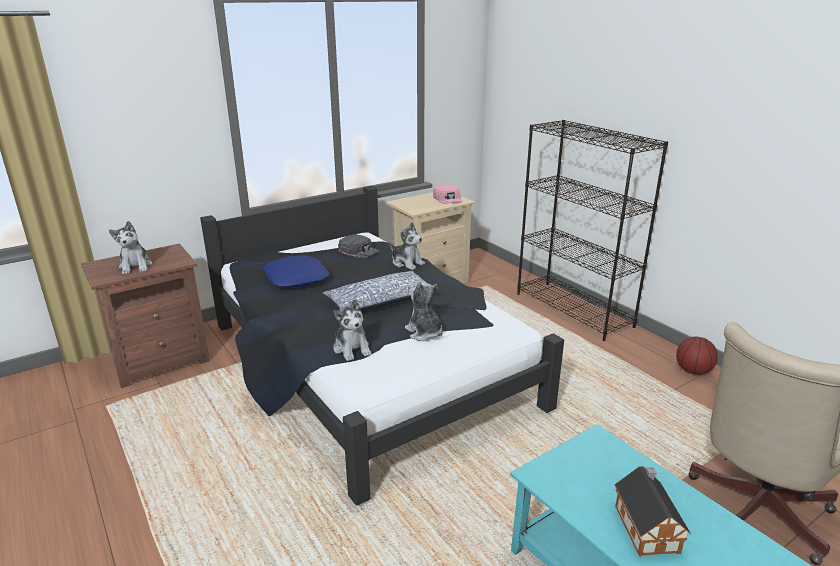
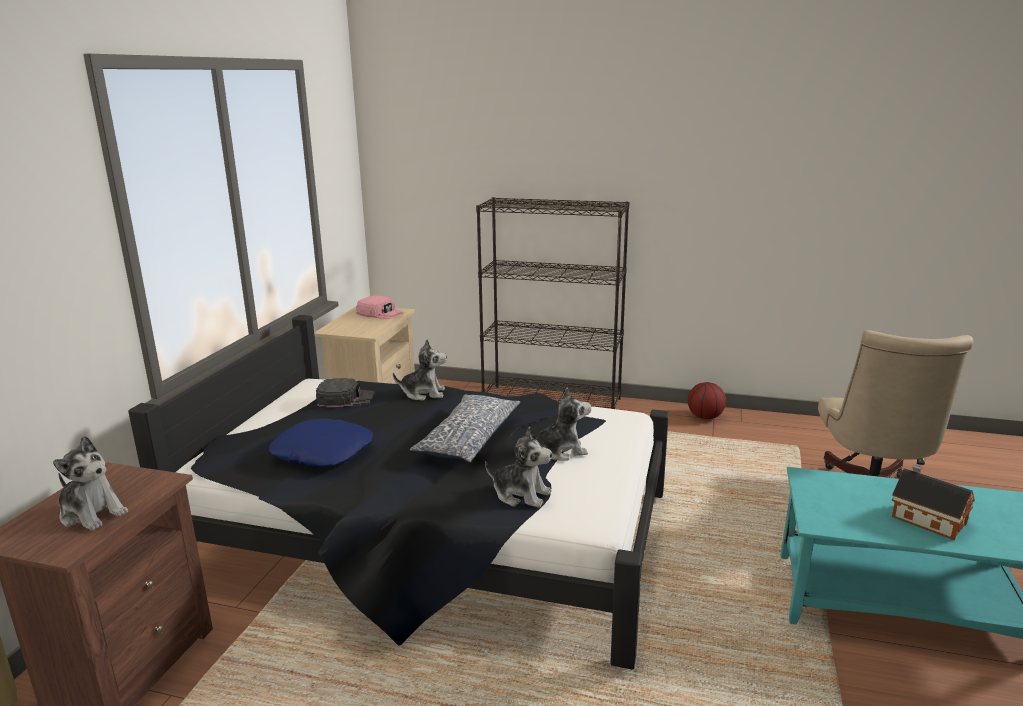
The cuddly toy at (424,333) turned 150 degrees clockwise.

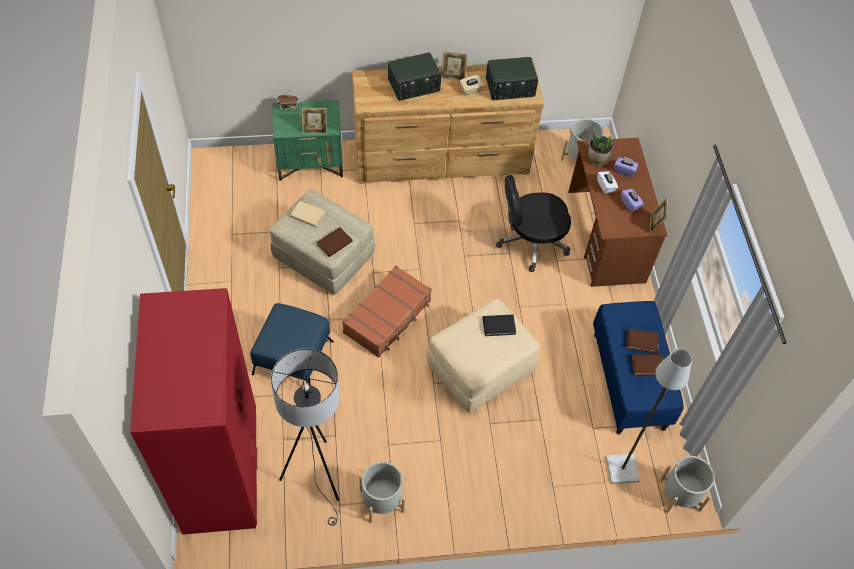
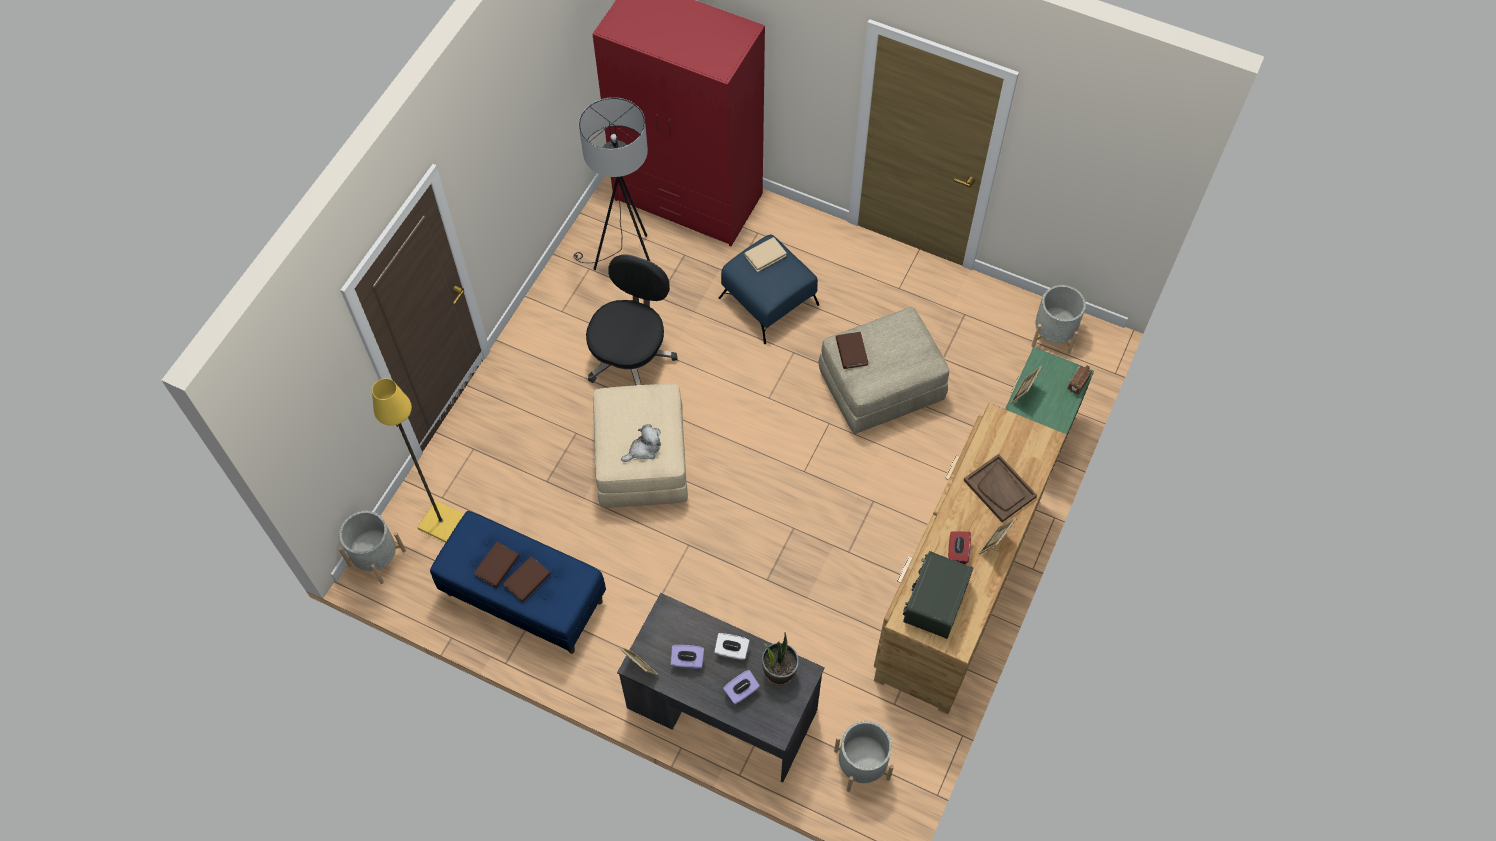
The piece of luggage/brownish at (388,317) disappeared. The bound book/beige moved from (307,215) to (765,255). The planter/greyish moved from (382,501) to (1053,334). The office chair/black moved from (531,242) to (631,356). The radio at (414,86) was replaced by the carrying tray/brownish at (1000,489). The bound book/black at (498,326) was replaced by the cuddly toy at (644,449). The tissue box/beige at (471,90) became the tissue box/reddish at (957,552). The desk/brownish at (605,236) became the desk/greyish at (722,709). The standing lamp/greyish at (622,469) became the standing lamp/yellowish at (440,522).

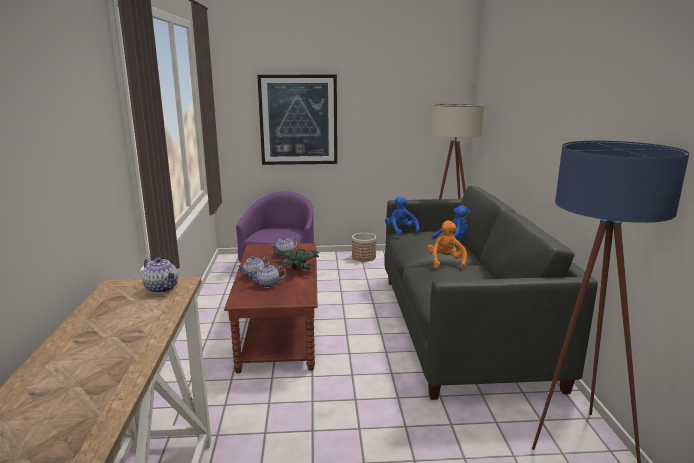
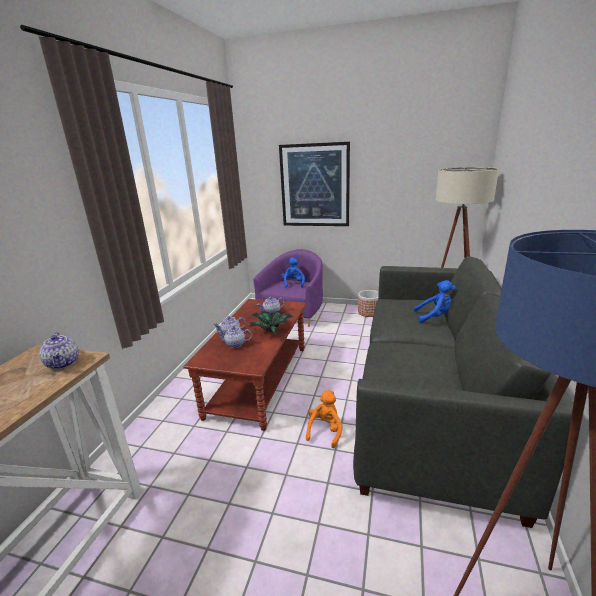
The cuddly toy/bluish moved from (400,231) to (293,284). The cuddly toy/orange moved from (445,263) to (325,431).

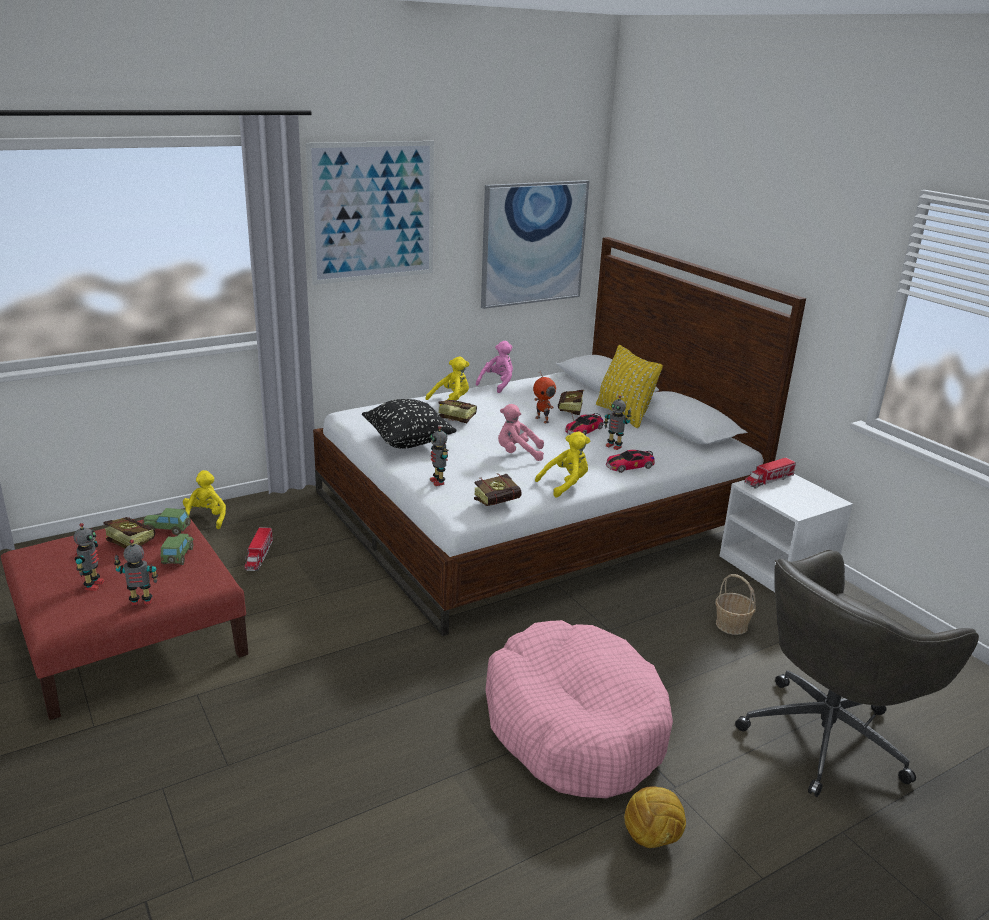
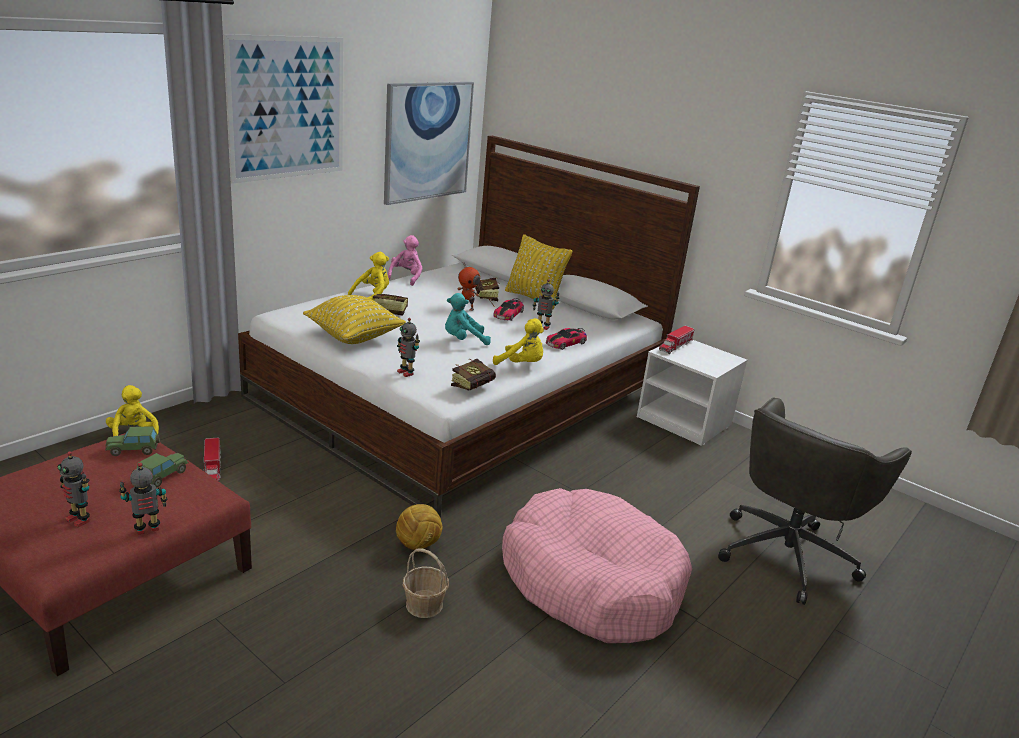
The bound book at (128,542) disappeared. The football moved from (652,838) to (418,545). The basket moved from (731,625) to (424,605). The pillow/black at (408,441) became the pillow/yellowish at (354,337). The cuddly toy/pink at (517,454) became the cuddly toy/turquoise at (463,340). The robot figure at (93,585) turned 135 degrees clockwise. The model car at (178,556) turned 45 degrees clockwise. The cuddly toy/yellowish at (565,485) turned 75 degrees clockwise.

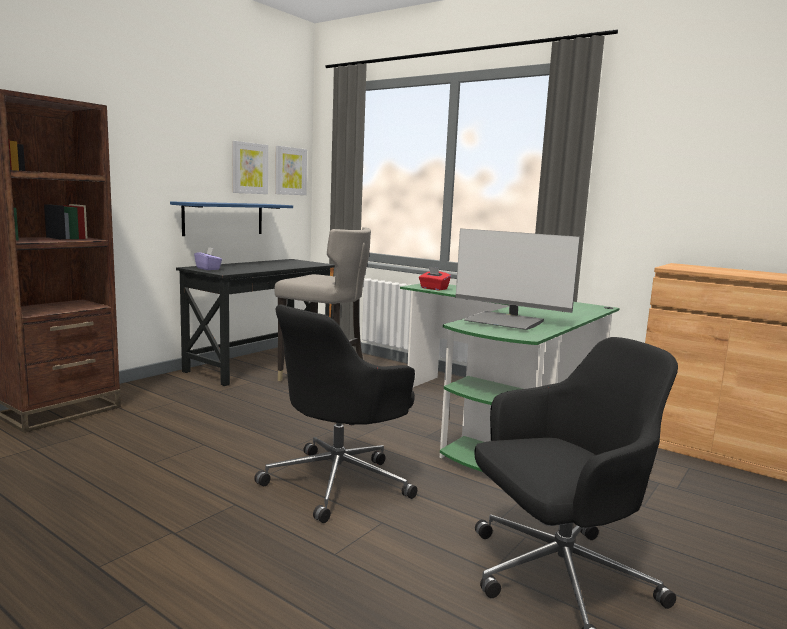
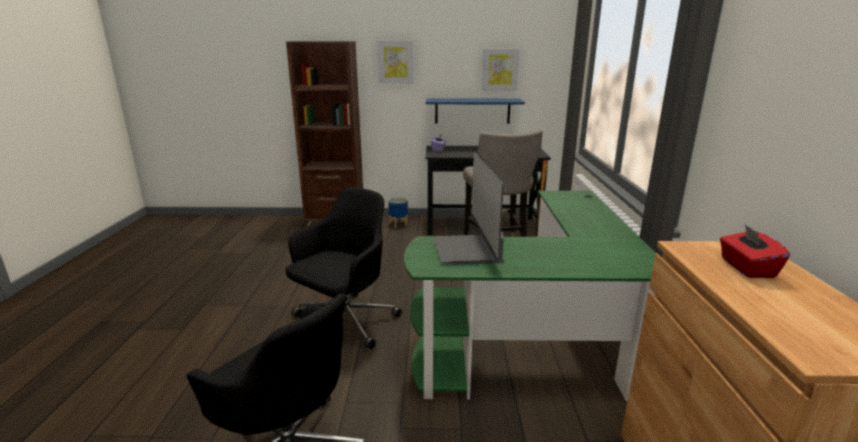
The planter at (398,224) appeared. The wall picture moved from (290,171) to (395,62). The tissue box/reddish moved from (433,288) to (746,268). The office chair/black at (339,481) turned 120 degrees clockwise.

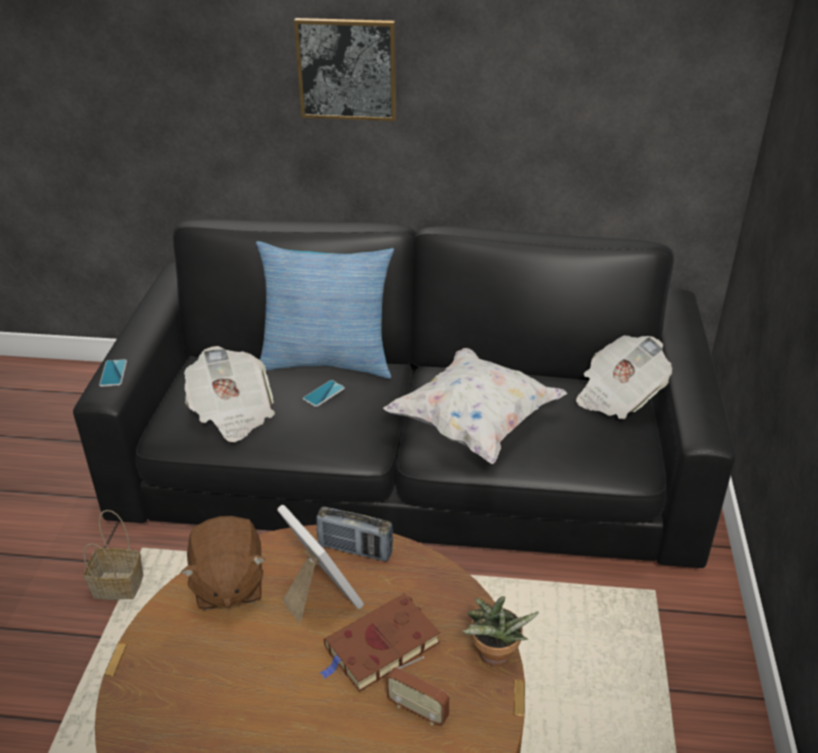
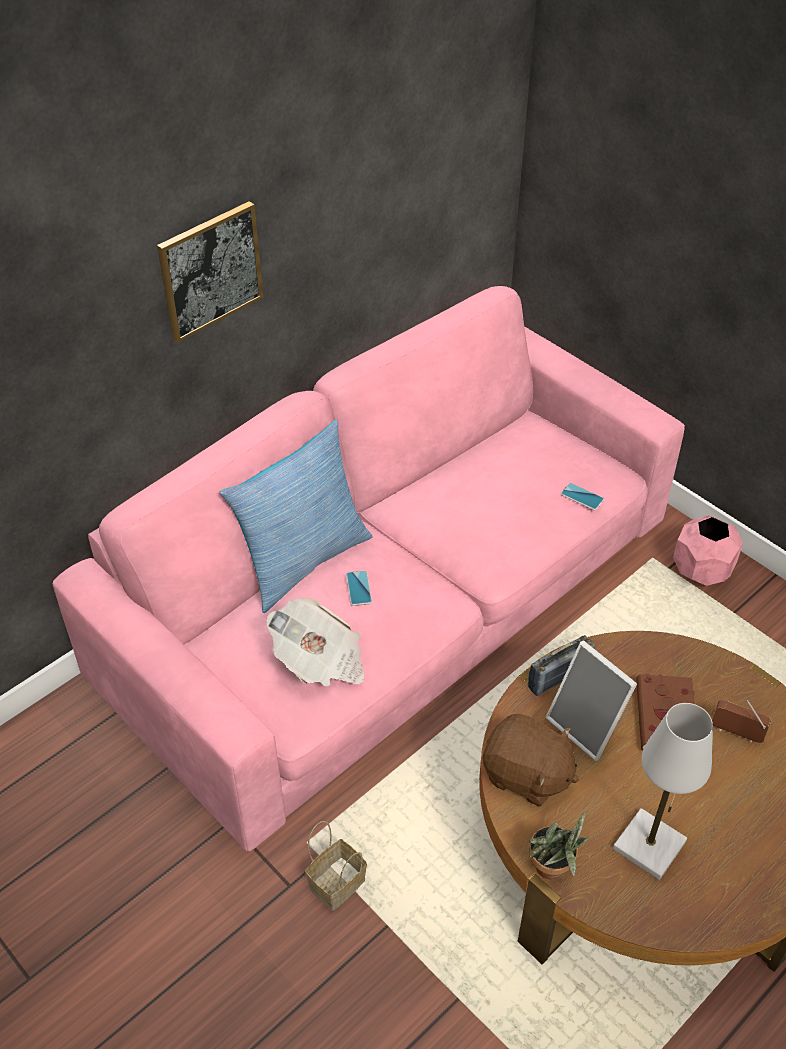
The pillow/whitish at (475,424) disappeared. The printed paper at (618,395) disappeared. The tabletop lamp/whitish at (649,845) appeared. The planter/pink at (700,570) appeared. The phone moved from (113,373) to (582,497). The houseplant moved from (493,658) to (553,870). The sofa/black at (409,463) became the sofa/pink at (392,601). The standing frame at (319,595) turned 135 degrees counterclockwise. The radio at (417,710) turned 135 degrees counterclockwise.

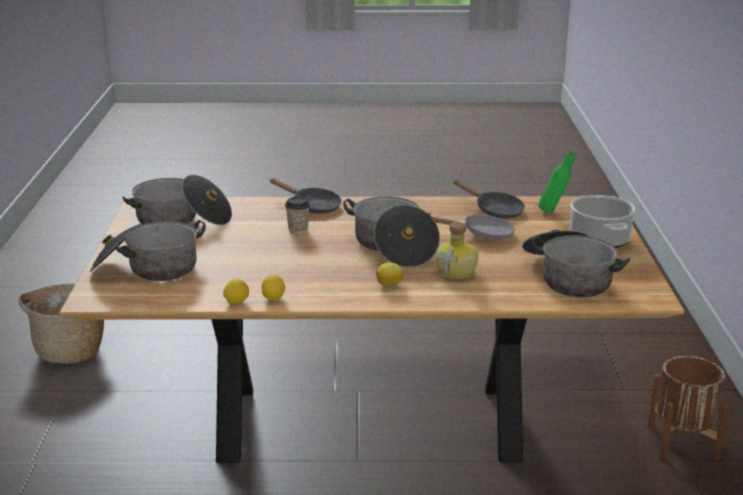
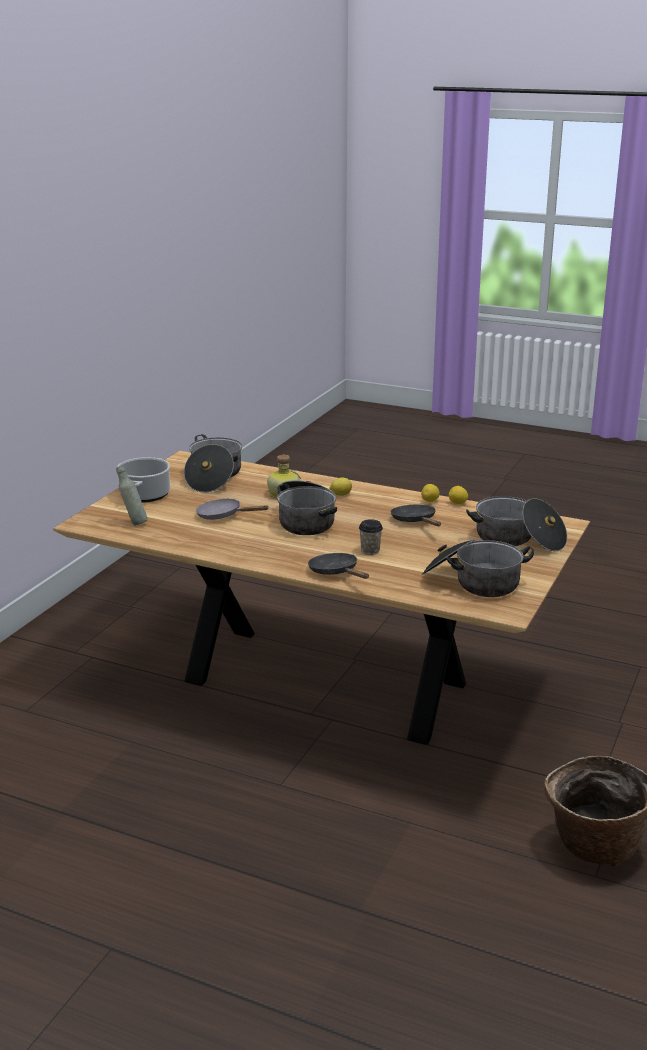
The planter/brownish at (682,442) disappeared. The skillet/black moved from (495,210) to (415,521). The beverage bottle/green-coloured at (554,212) became the beverage bottle/greyish at (133,523).

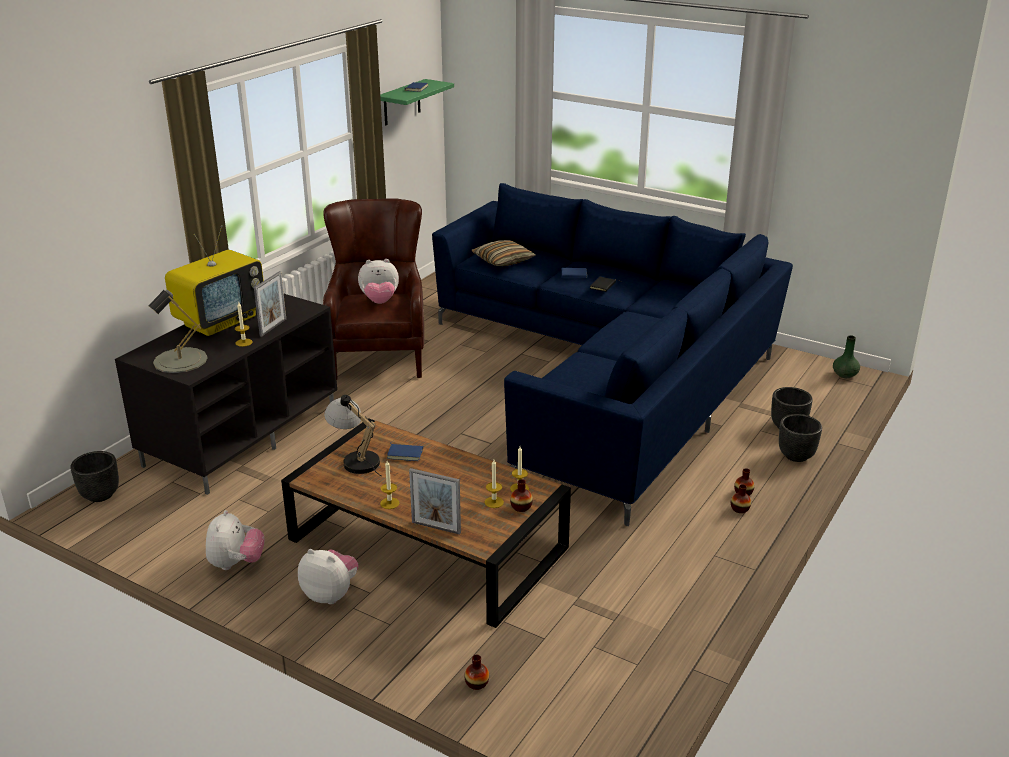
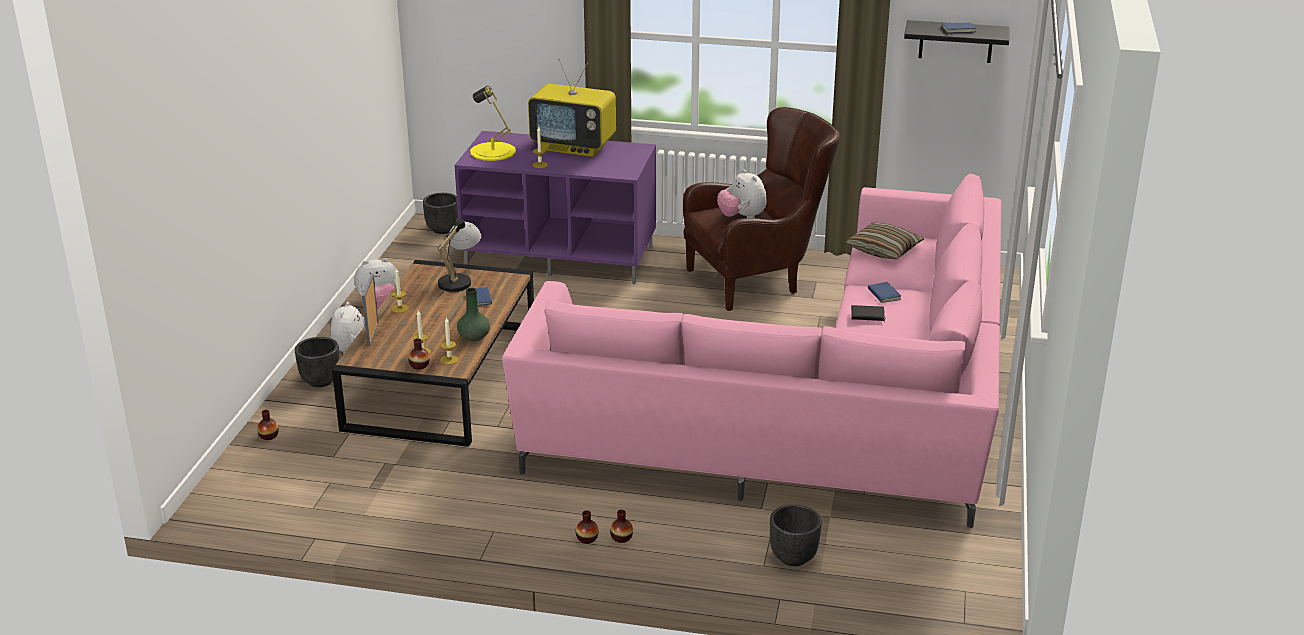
The standing frame at (273,327) disappeared. The planter/black moved from (796,456) to (320,381). The flower vase/green-coloured moved from (844,374) to (474,337). The media console/black at (242,435) became the media console/purplish at (561,256). The tabletop lamp/greyish at (180,360) became the tabletop lamp/yellowish at (492,151). The bracket shelf/green-coloured at (402,102) became the bracket shelf/black at (956,41). The sofa/bluish at (610,377) became the sofa/pink at (819,418).

